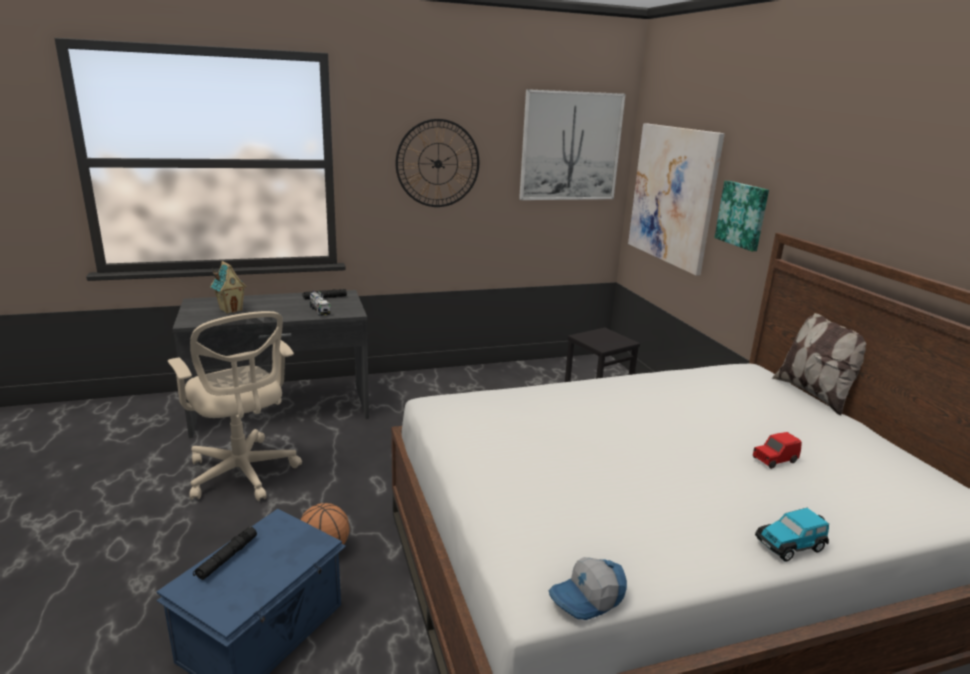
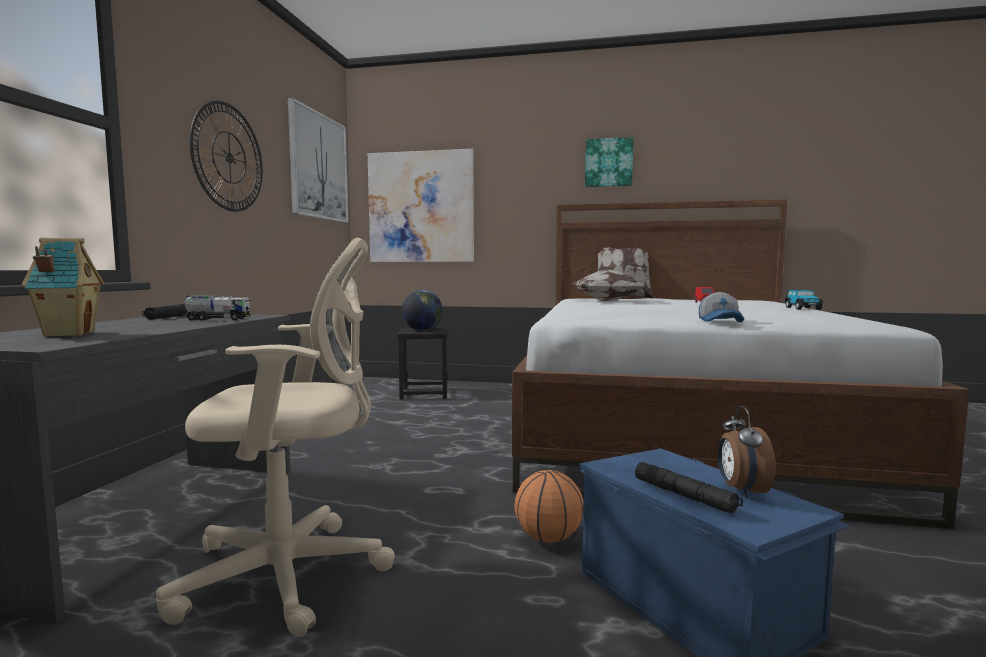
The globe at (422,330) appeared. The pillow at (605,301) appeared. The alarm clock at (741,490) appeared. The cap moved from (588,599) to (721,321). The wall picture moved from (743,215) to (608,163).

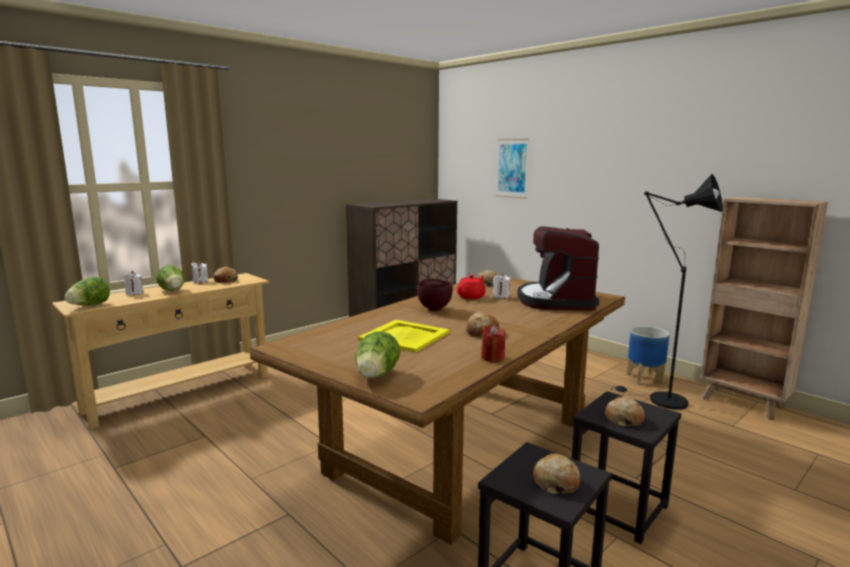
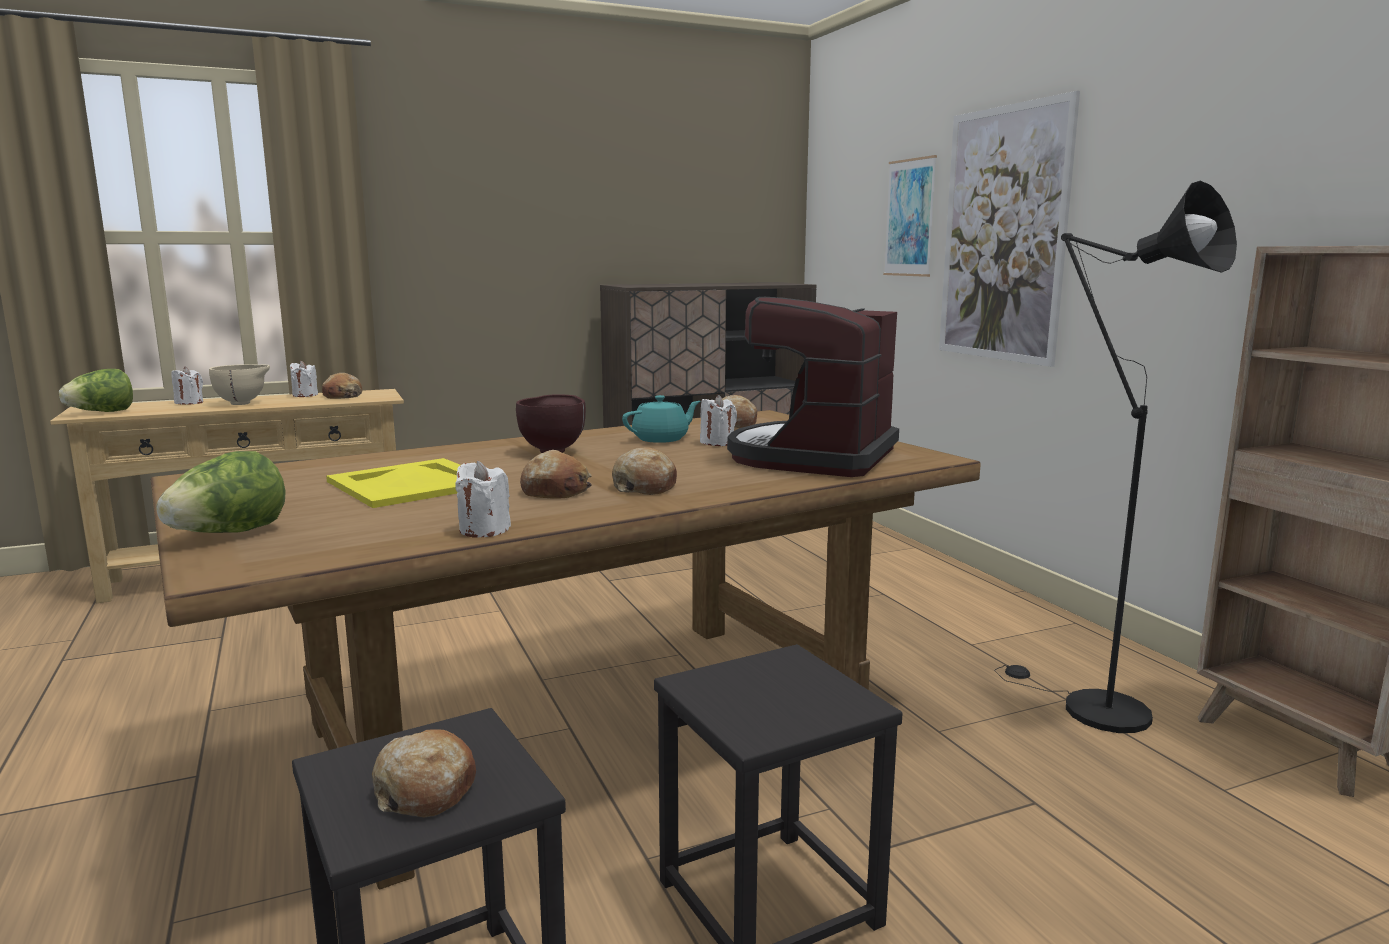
The planter at (645,378) disappeared. The wall picture at (1003,235) appeared. The bread moved from (623,418) to (645,487). The lettuce head at (173,291) was replaced by the serving bowl/beige at (243,403). The teapot/reddish at (471,296) became the teapot/turquoise at (661,439). The candle/reddish at (492,357) became the candle/whitish at (484,530).

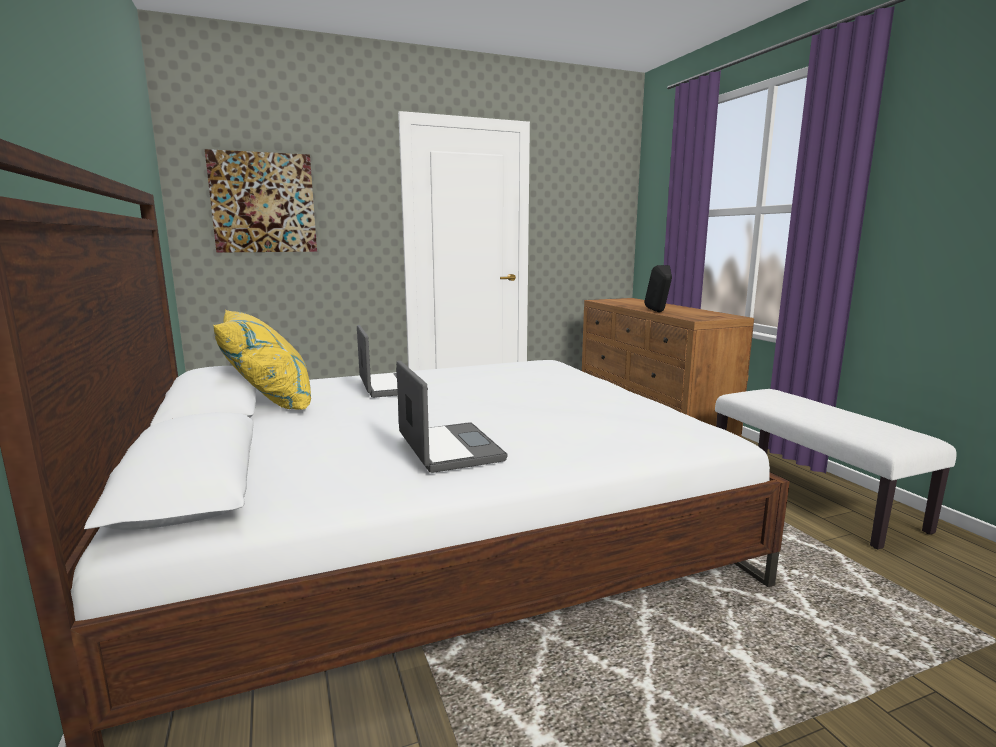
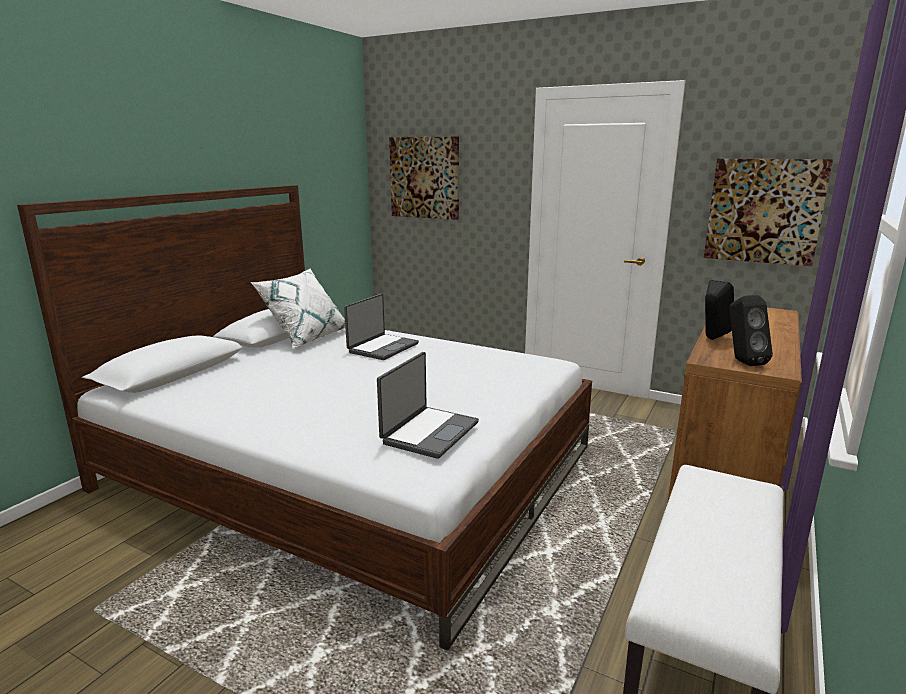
The wall picture at (764,211) appeared. The audio speaker/black at (742,362) appeared. The portable computer moved from (448,449) to (429,432). The pillow/yellowish at (270,402) became the pillow/whitish at (306,338).

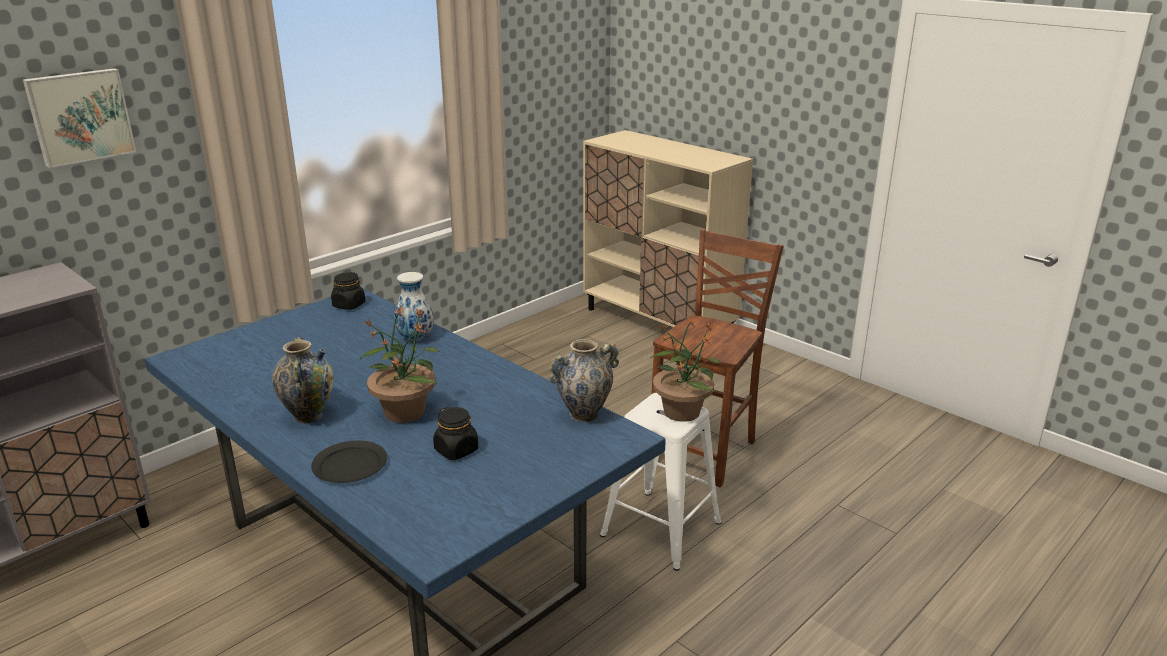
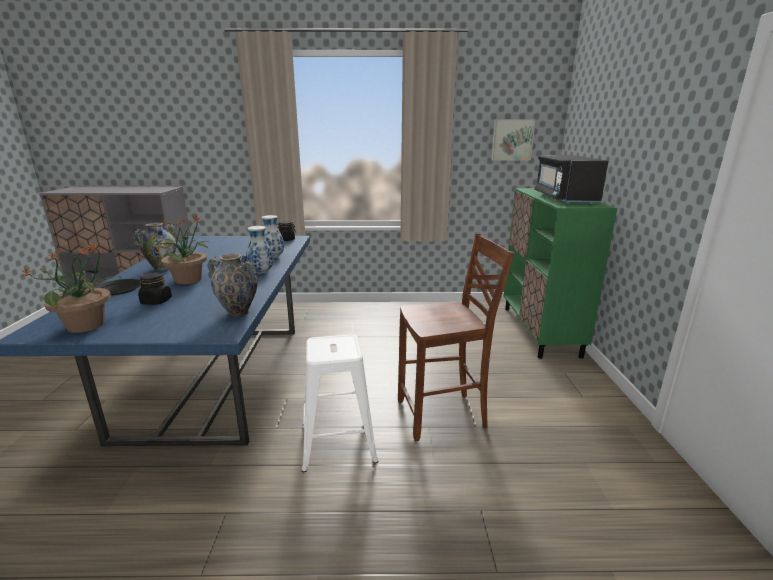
The flower vase at (260,272) appeared. The microwave/black at (564,198) appeared. The wall picture moved from (80,116) to (512,140). The houseplant moved from (682,411) to (87,325). The cabinet/beige at (658,322) became the cabinet/green-coloured at (540,331).

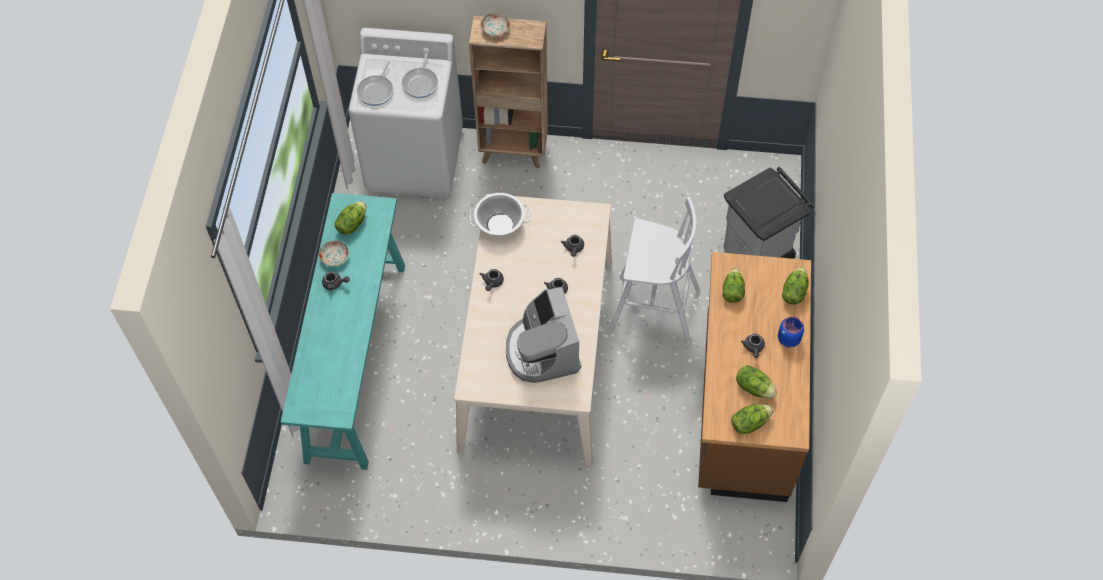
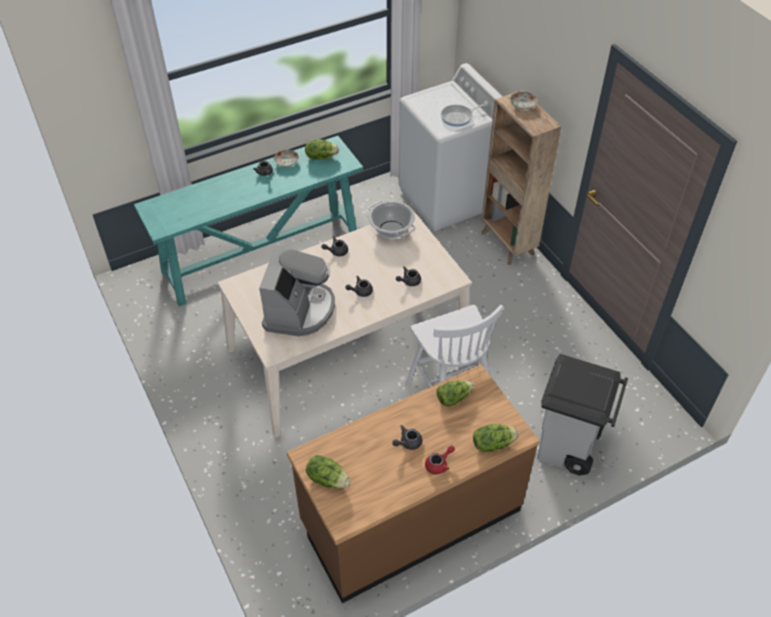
The skillet at (377,91) disappeared. The lettuce head at (754,387) disappeared. The preserve jar/bluish at (788,339) was replaced by the teapot/reddish at (439,464). The coffee maker at (542,351) turned 150 degrees clockwise.

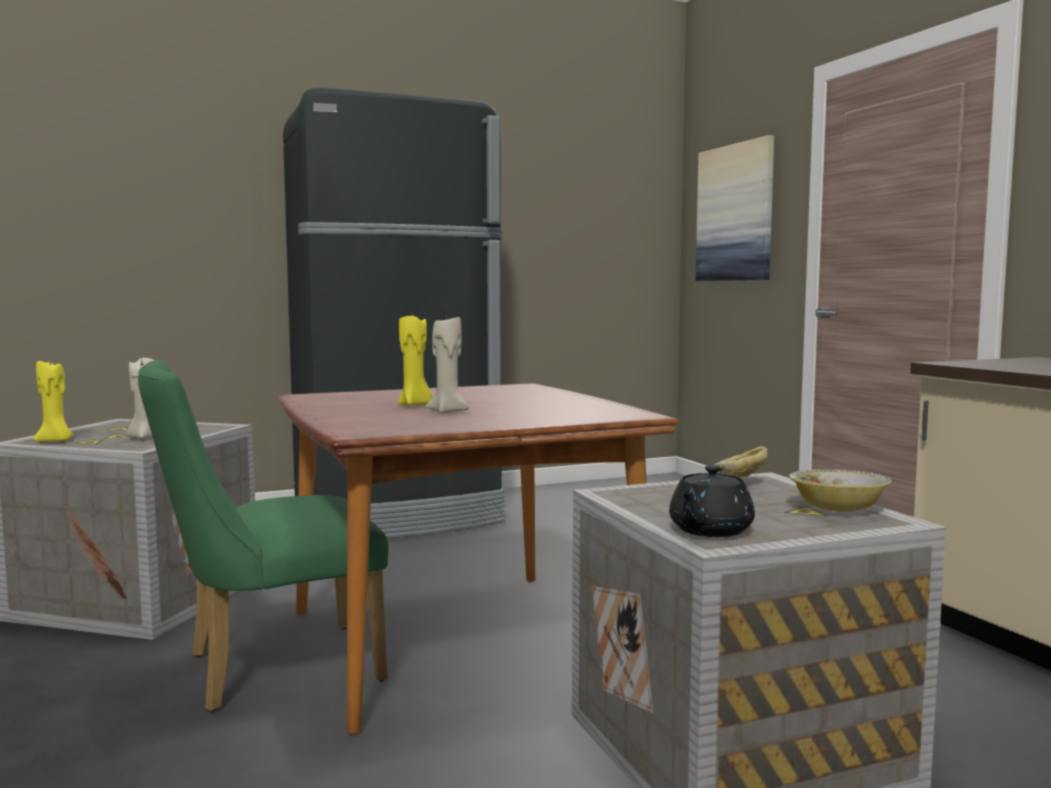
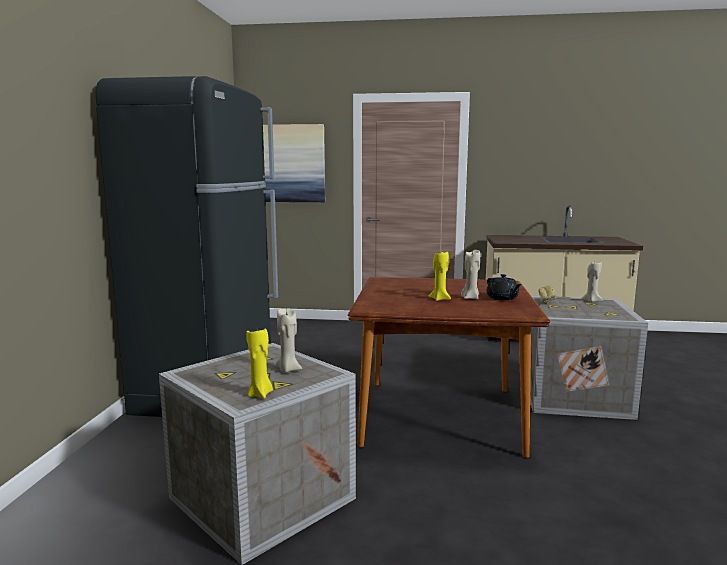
The chair/green-coloured at (268,669) disappeared. The teapot/black moved from (709,530) to (502,298). The serving bowl at (838,509) was replaced by the candle/beige at (591,301).

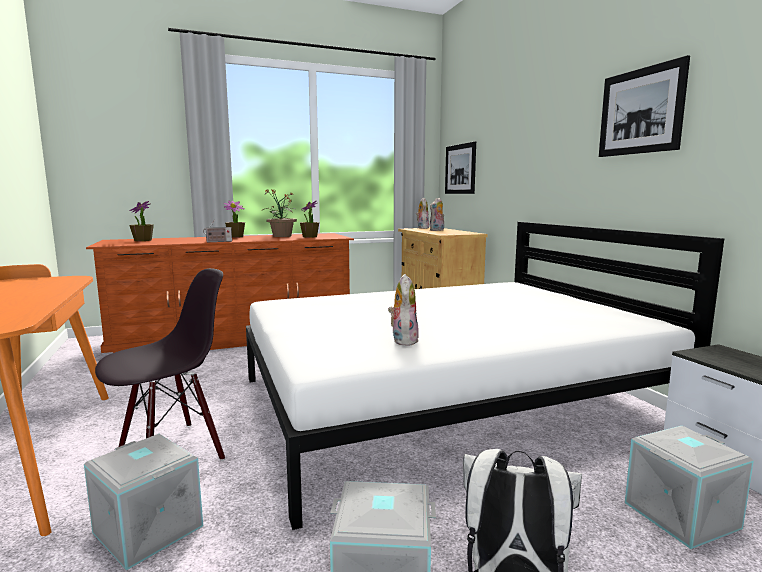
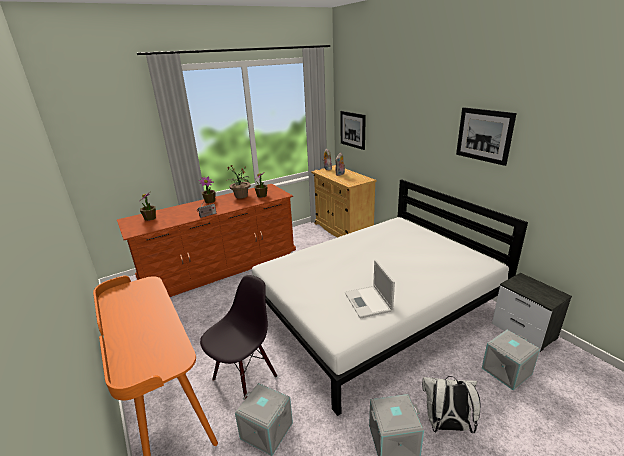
The cuddly toy at (403,340) was replaced by the portable computer at (368,302).

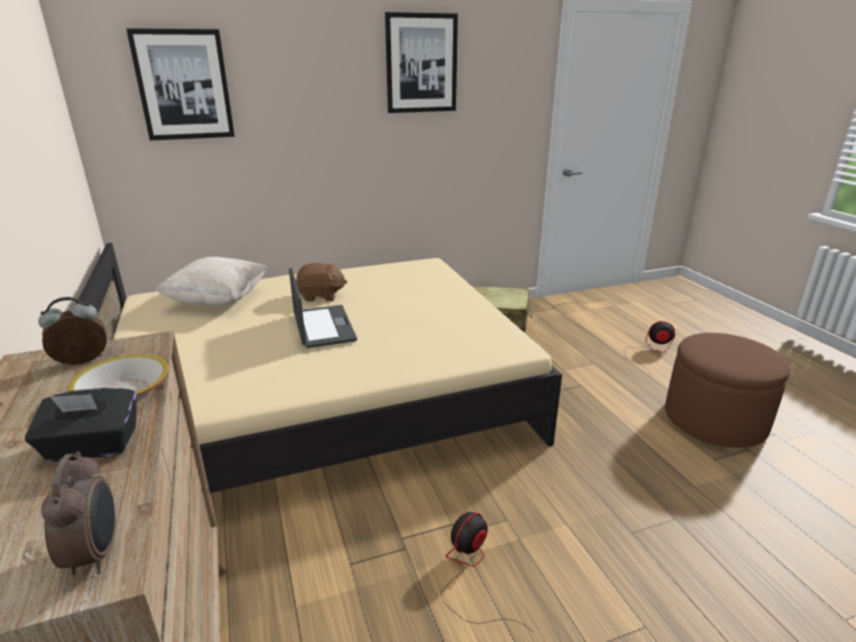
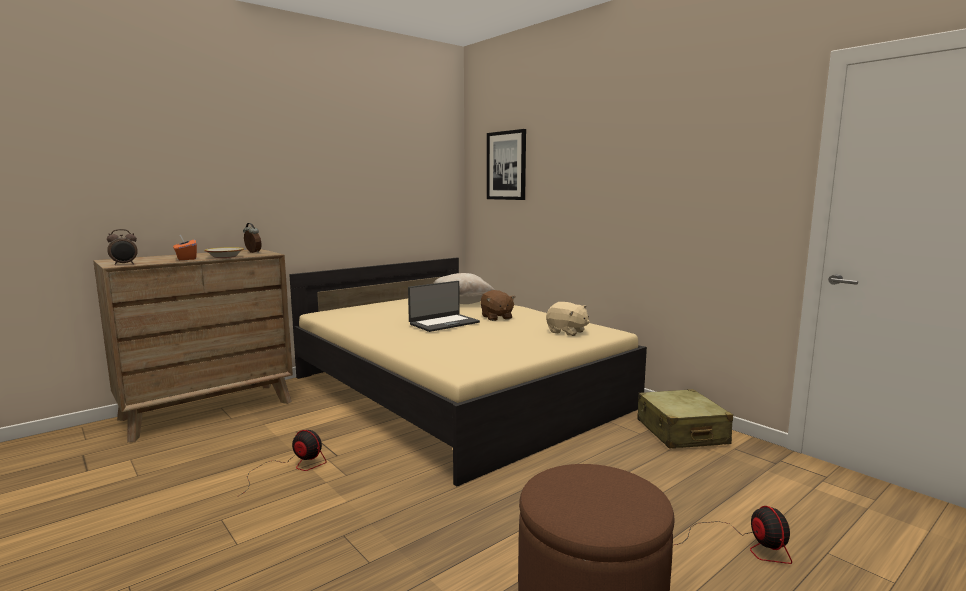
The wall picture at (421,64) disappeared. The cuddly toy/beige at (567,332) appeared. The tissue box/black at (92,446) became the tissue box/orange at (186,259).

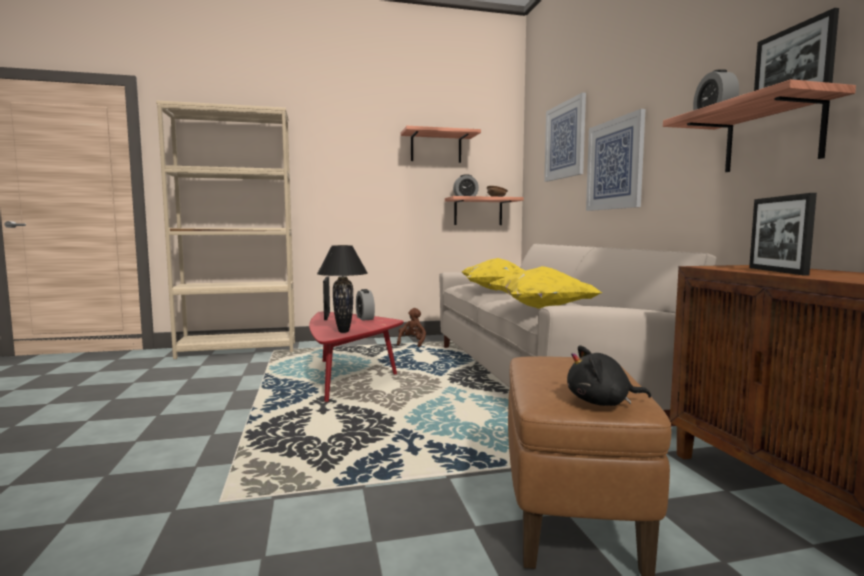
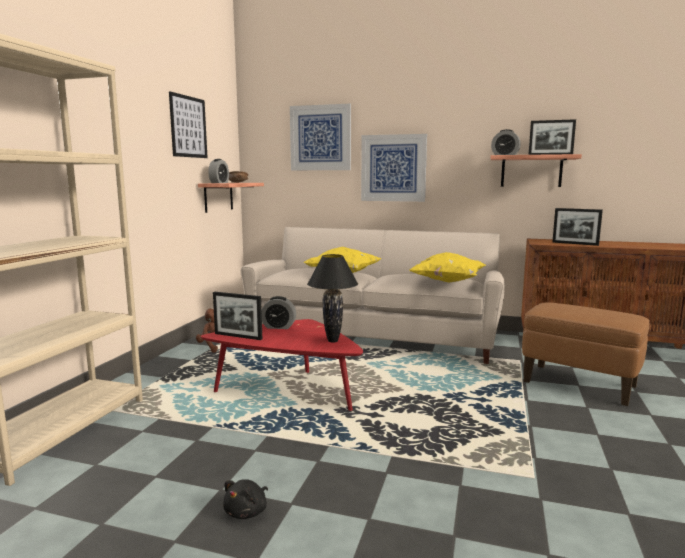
The cuddly toy/black moved from (602,403) to (247,511). The bracket shelf at (436,148) was replaced by the wall picture at (188,127).

